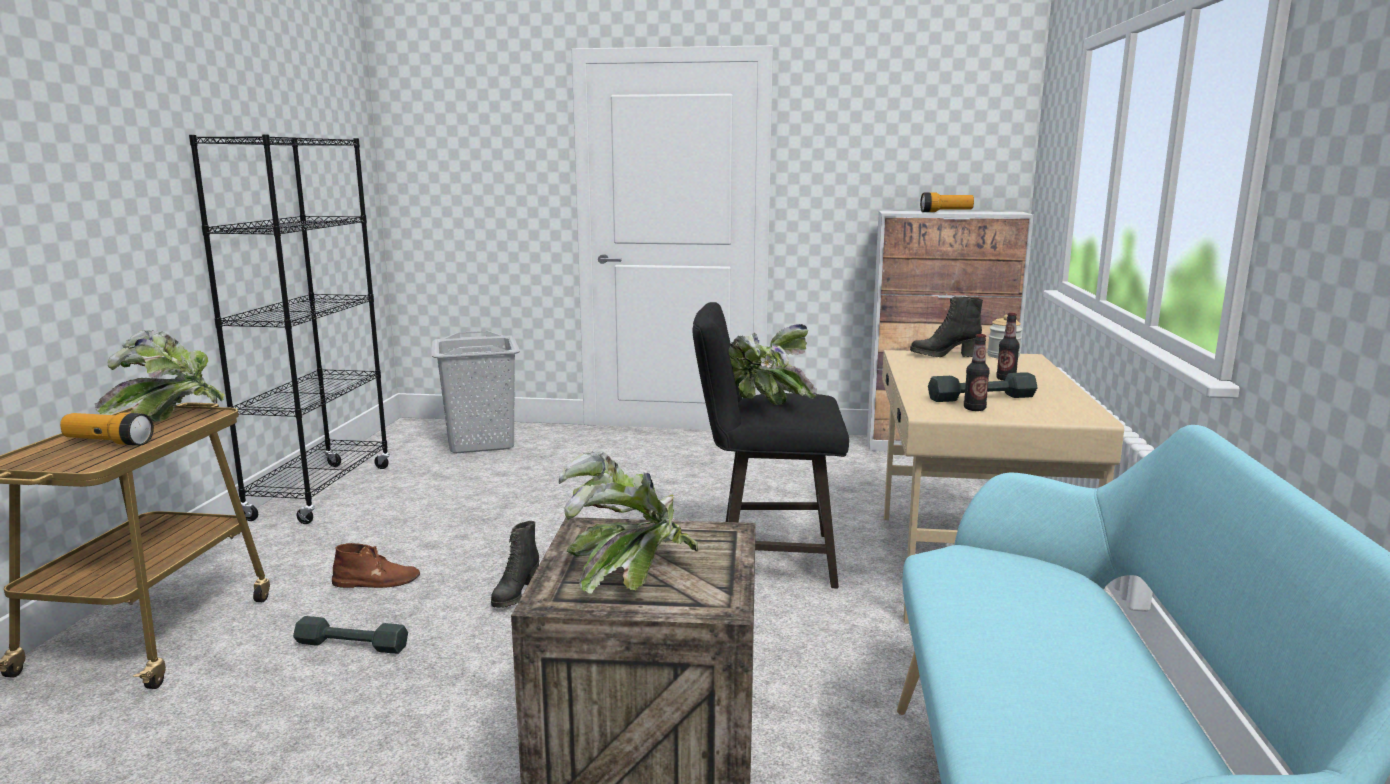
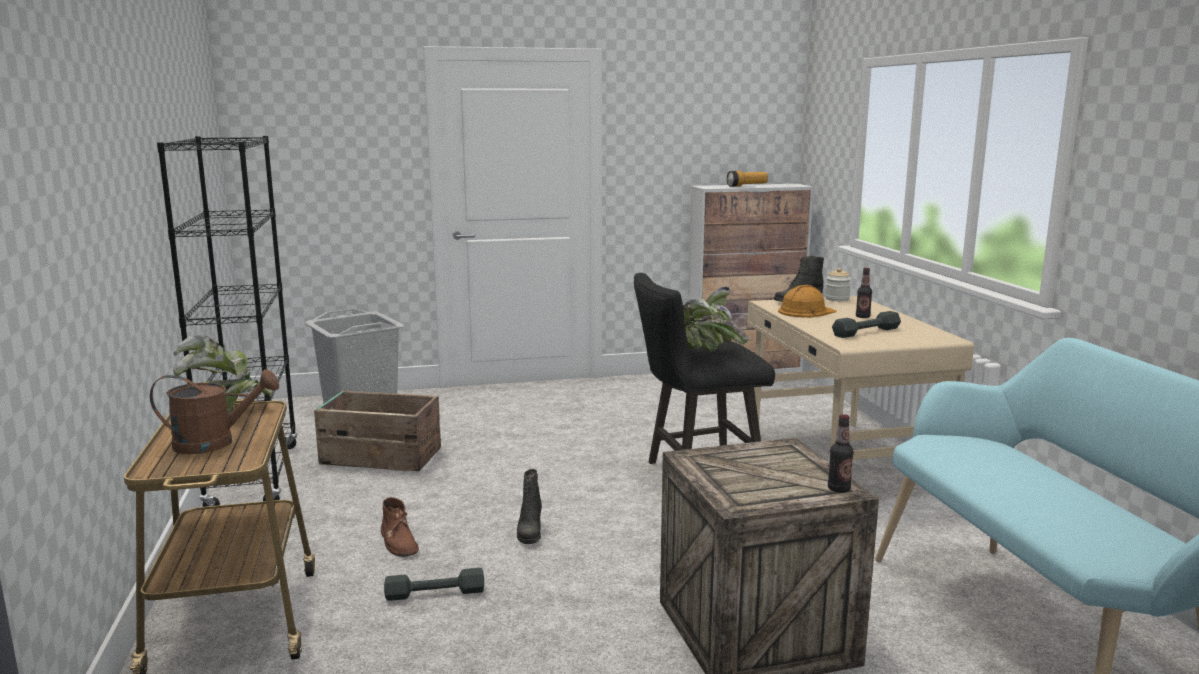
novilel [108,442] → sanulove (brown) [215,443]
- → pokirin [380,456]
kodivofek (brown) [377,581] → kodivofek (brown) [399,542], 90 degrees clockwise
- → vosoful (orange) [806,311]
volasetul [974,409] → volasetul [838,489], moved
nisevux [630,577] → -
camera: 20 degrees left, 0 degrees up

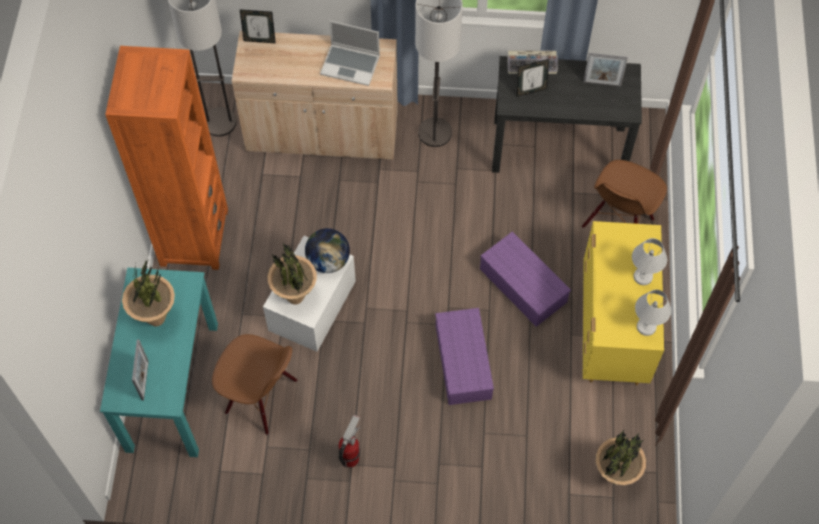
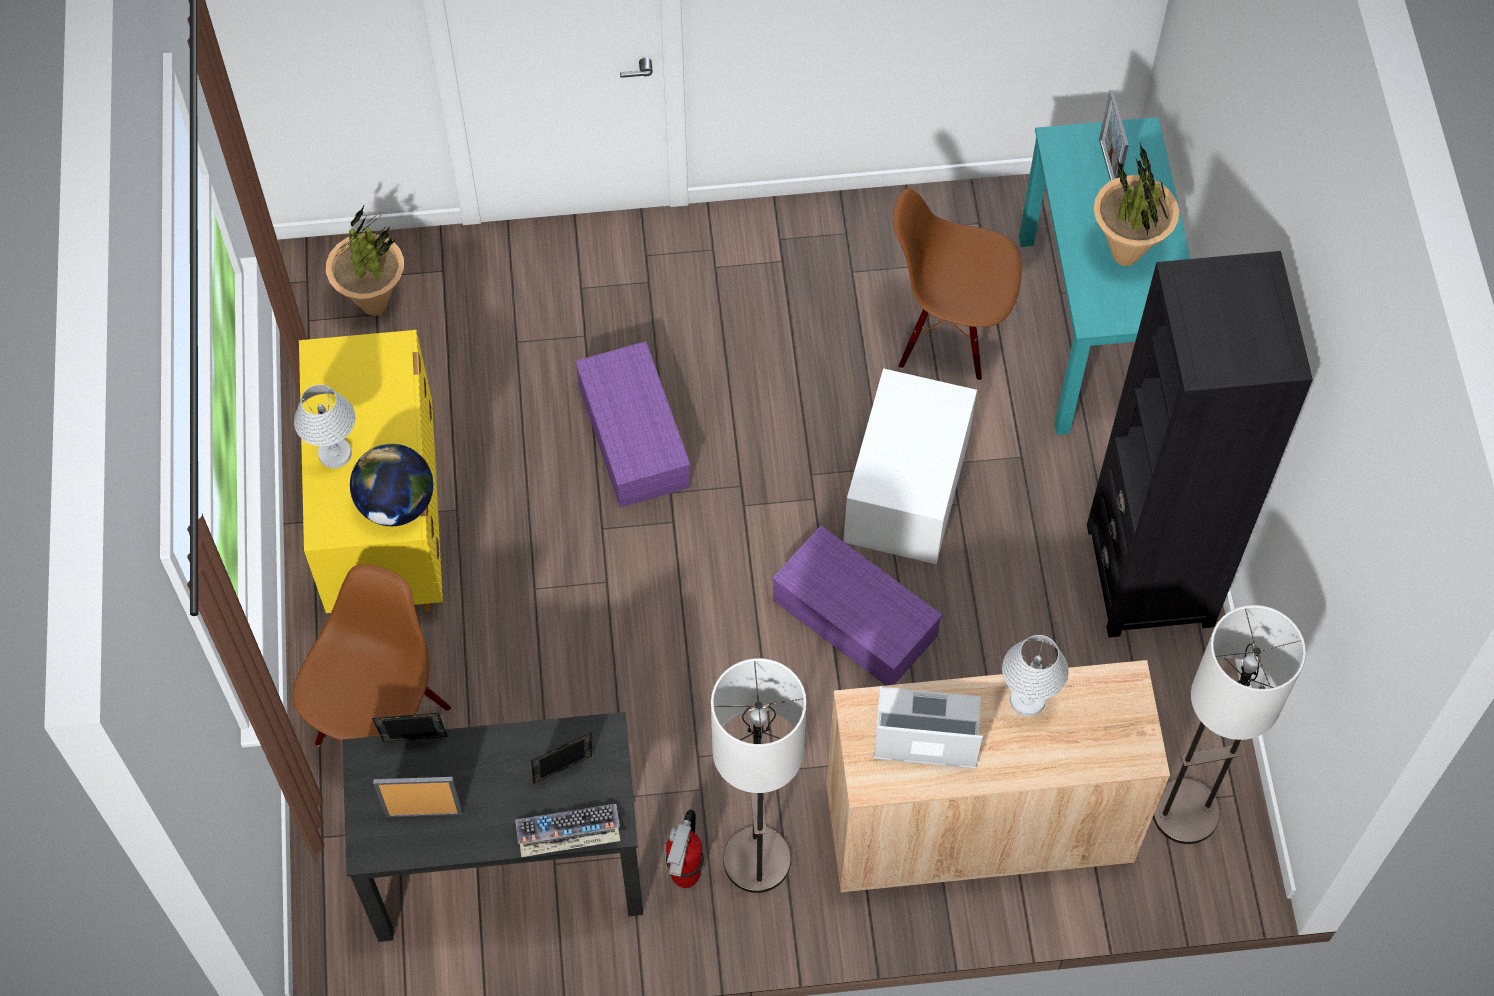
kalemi [328,261] → kalemi [397,504], moved
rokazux [260,40] → rokazux [415,744], moved
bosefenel [351,459] → bosefenel [685,877], moved
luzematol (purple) [521,285] → luzematol (purple) [857,618], moved
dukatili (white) [646,327] → dukatili (white) [1028,699], moved
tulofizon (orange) [194,237] → tulofizon (black) [1150,575]
nisevux [296,298] → -
camera: 170 degrees right, 0 degrees up

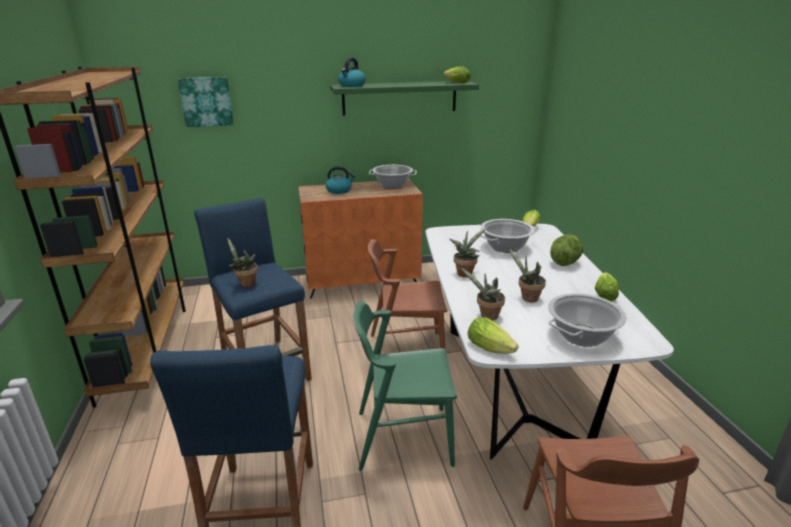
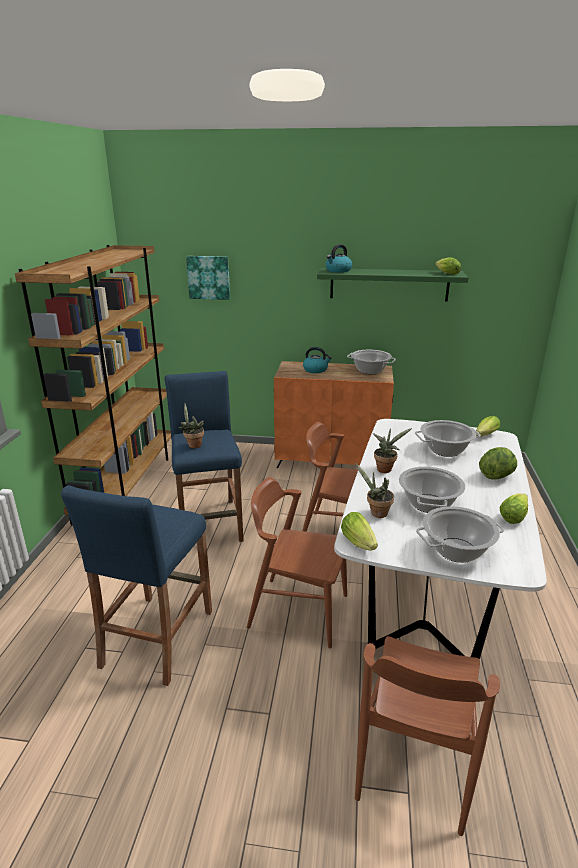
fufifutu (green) [403,437] → fufifutu (brown) [298,611]
nisevux [527,298] → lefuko [429,504]
camera: 20 degrees right, 0 degrees up

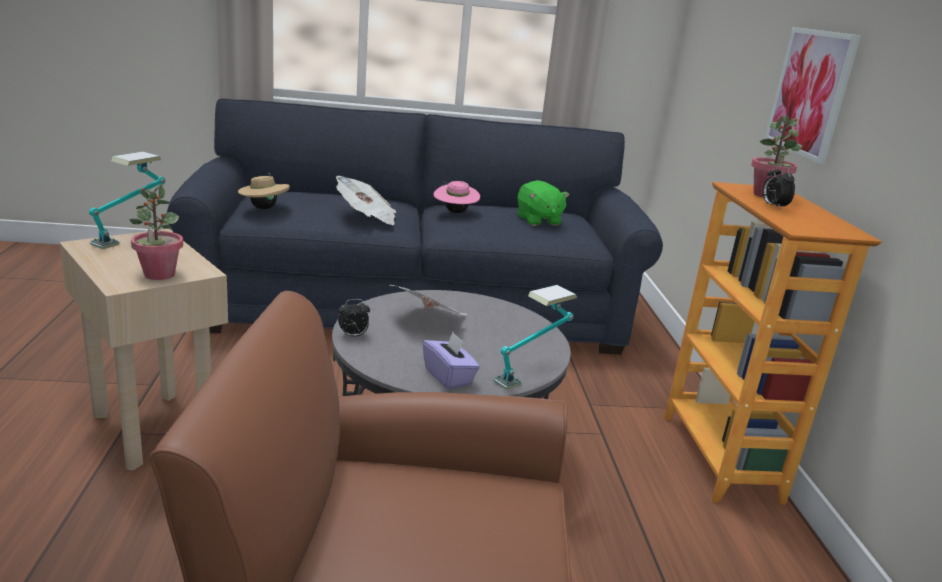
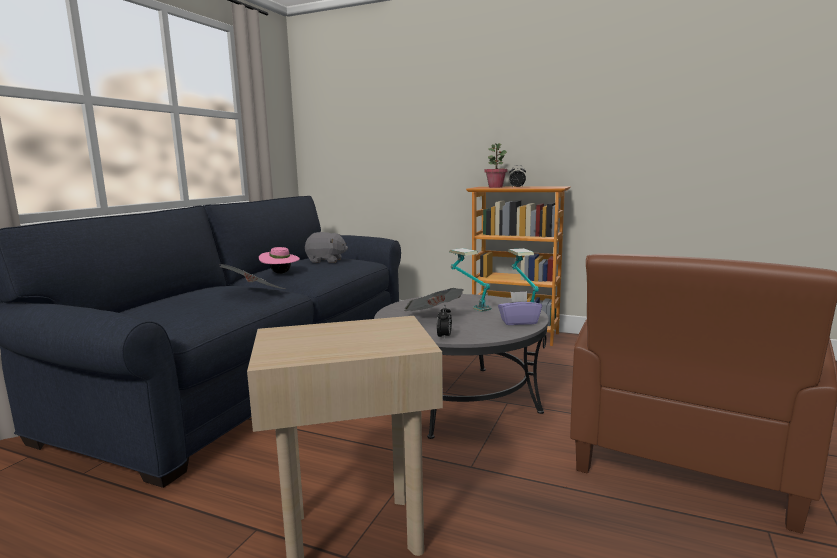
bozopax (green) [538,220] → bozopax (grey) [326,261]
dukatili [131,237] → dukatili [468,305], moved
nisevux [159,274] → -
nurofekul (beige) [264,208] → -
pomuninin [810,93] → -
camera: 60 degrees left, 10 degrees down

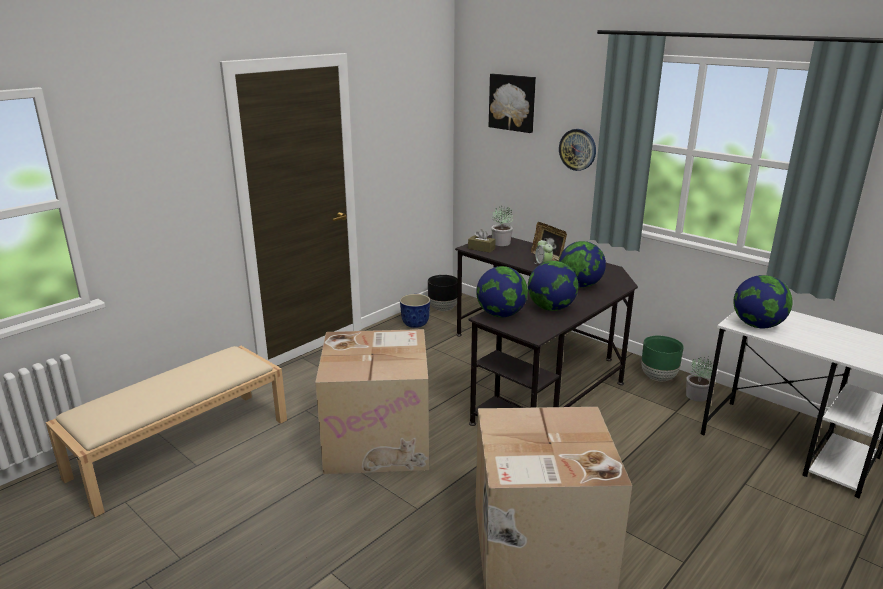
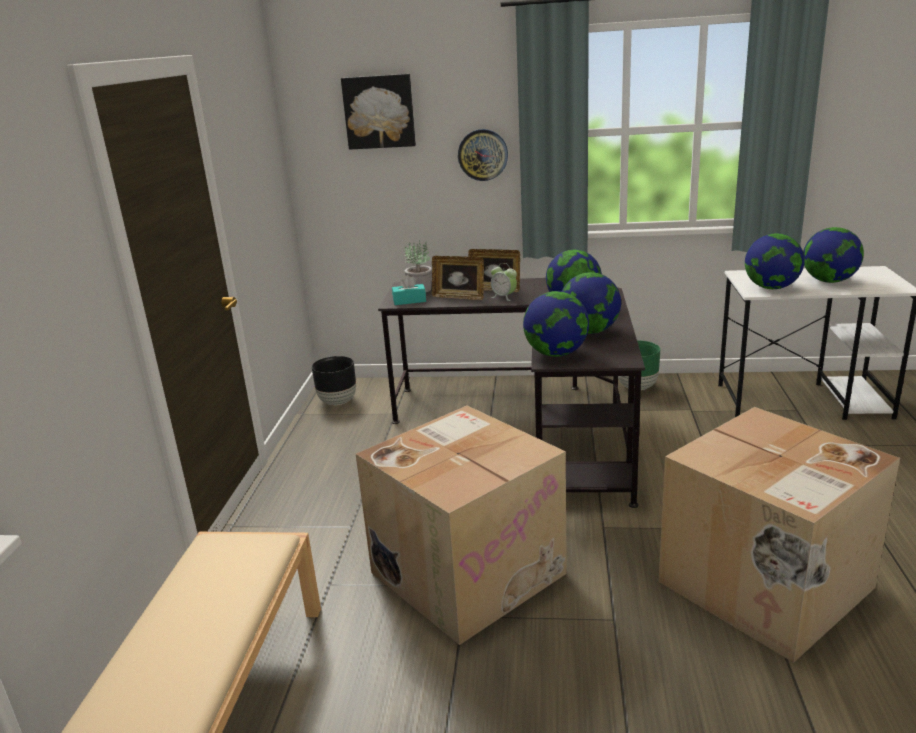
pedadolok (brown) [481,248] → pedadolok (turquoise) [409,301]
- → rokazux [459,297]
- → kalemi [829,281]
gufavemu [416,324] → -
nisevux [697,396] → -
camera: 35 degrees left, 0 degrees up

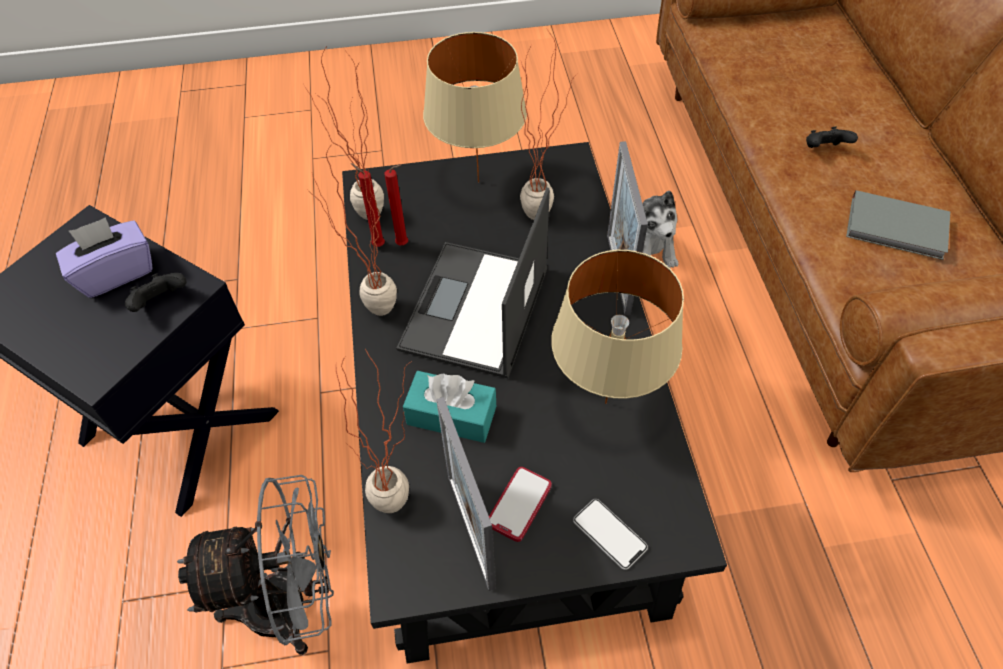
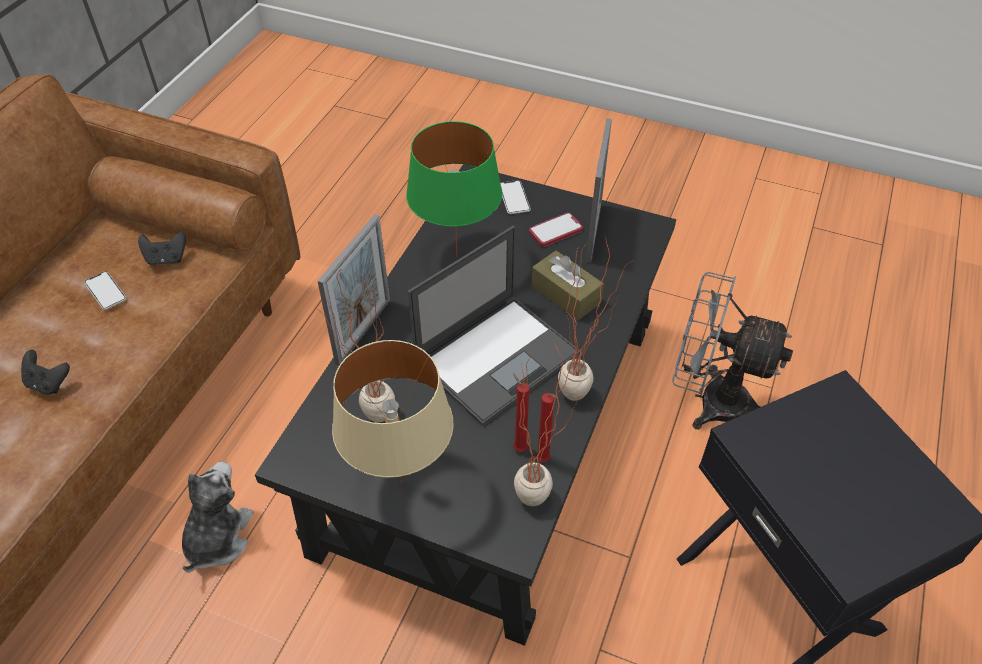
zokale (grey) [897,229] → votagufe [105,291]
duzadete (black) [161,302] → duzadete (black) [166,259], moved
dukatili (beige) [604,402] → dukatili (green) [457,256]
pedadolok (turquoise) [451,415] → pedadolok (brown) [565,294]
pedadolok (purple) [116,272] → -
nisevux [405,502] → -
camera: 150 degrees left, 5 degrees down

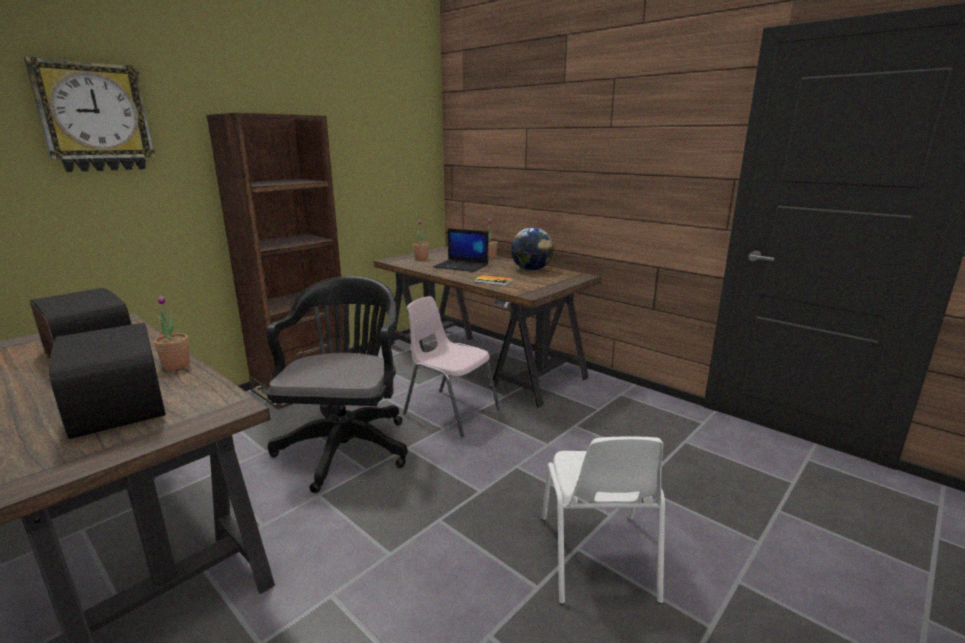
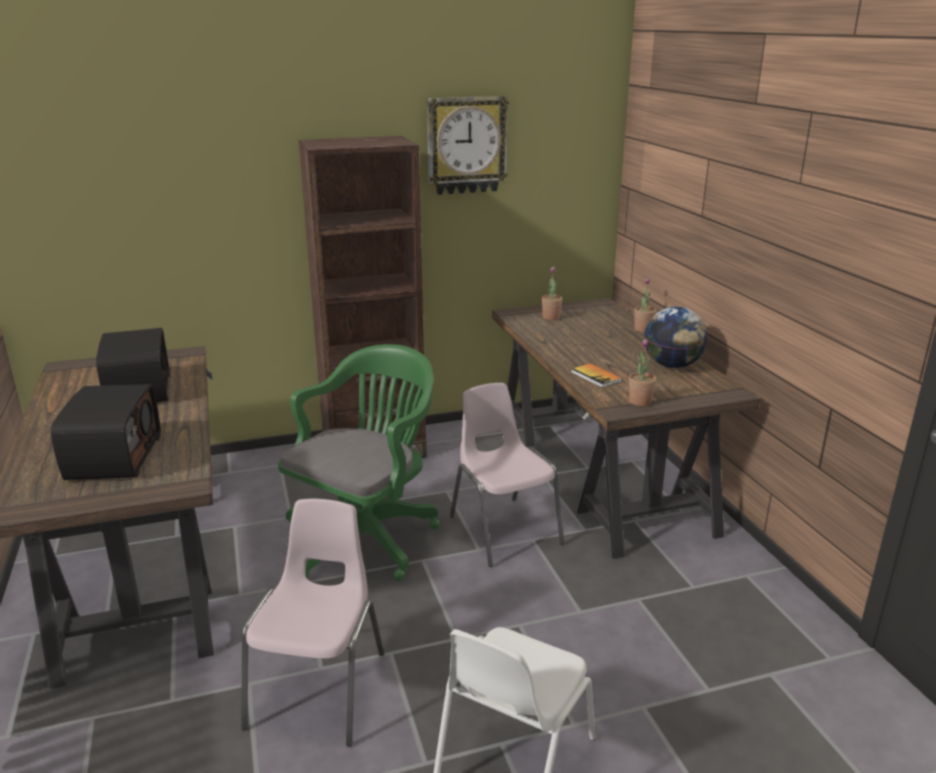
- → fufifutu (pink) [320,688]
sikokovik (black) [347,445] → sikokovik (green) [367,536]
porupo [94,118] → porupo [466,145], moved
nisevux [176,365] → nisevux [640,401], moved
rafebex [462,266] → -
camera: 30 degrees right, 5 degrees up

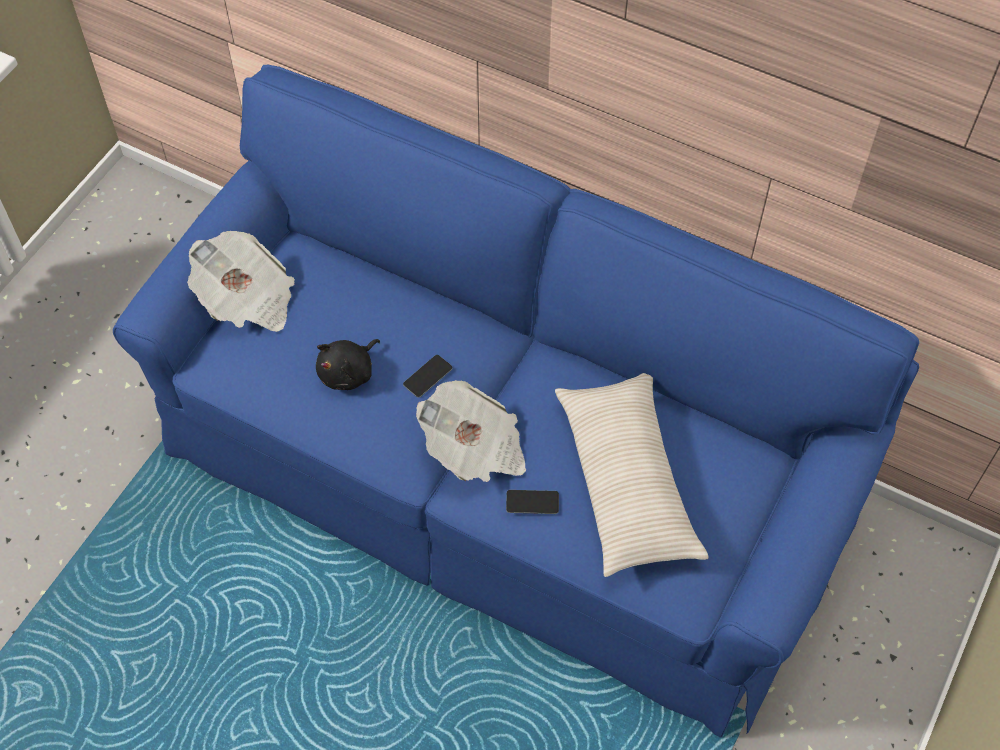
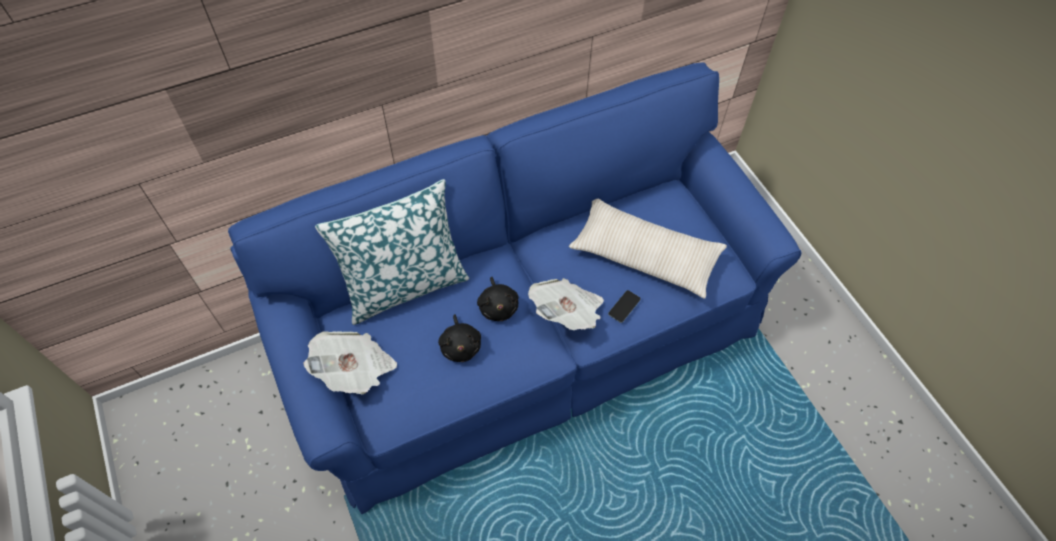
- → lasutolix [404,285]
votagufe [427,376] → bozopax (black) [498,306]
camera: 55 degrees left, 0 degrees up

